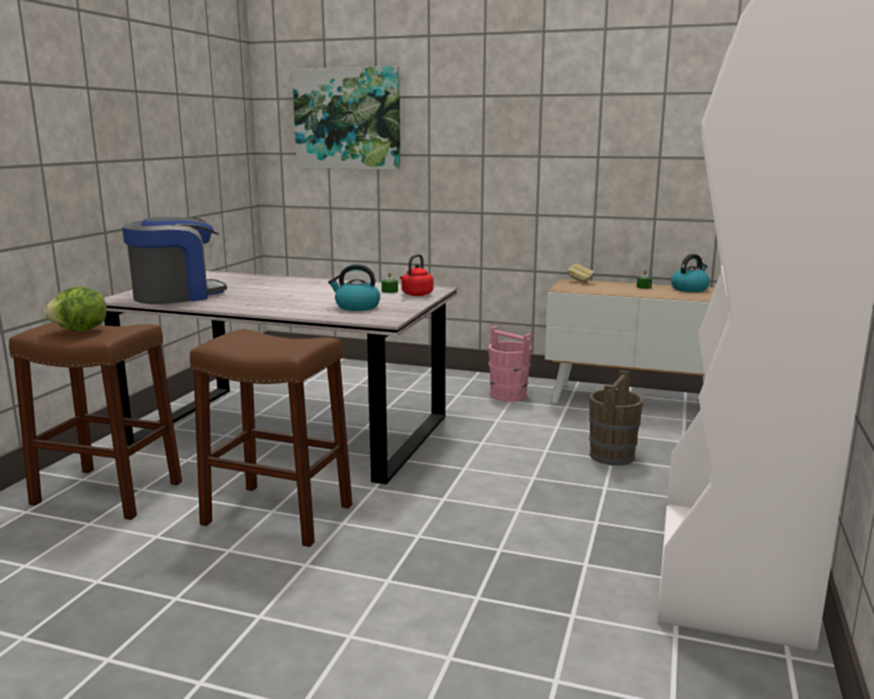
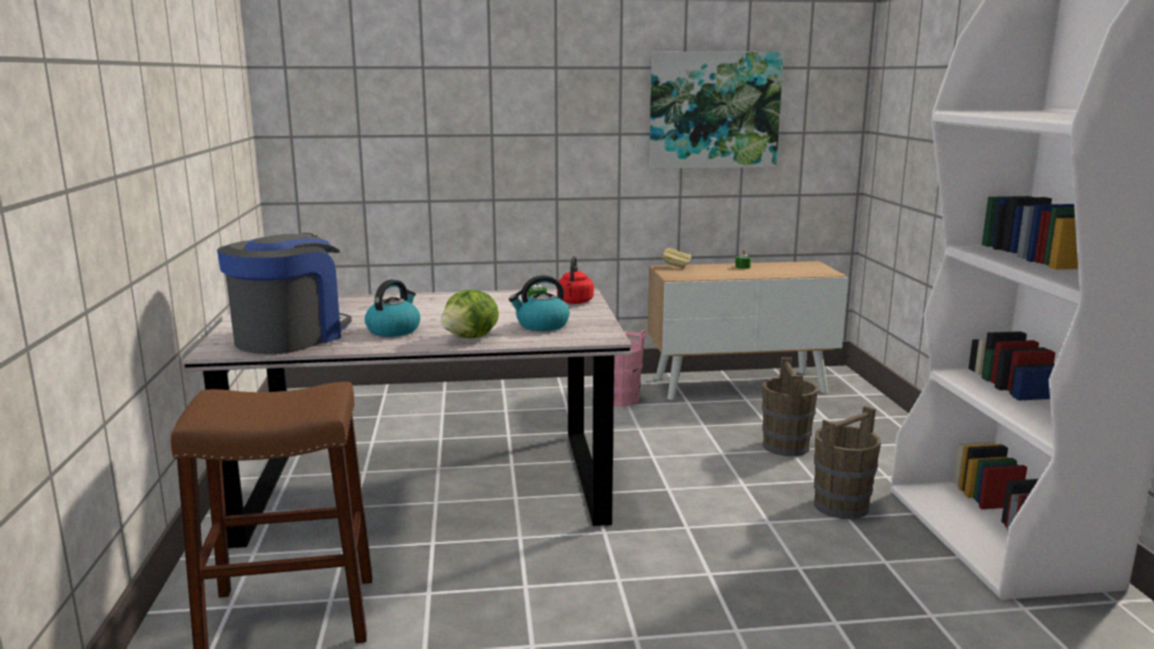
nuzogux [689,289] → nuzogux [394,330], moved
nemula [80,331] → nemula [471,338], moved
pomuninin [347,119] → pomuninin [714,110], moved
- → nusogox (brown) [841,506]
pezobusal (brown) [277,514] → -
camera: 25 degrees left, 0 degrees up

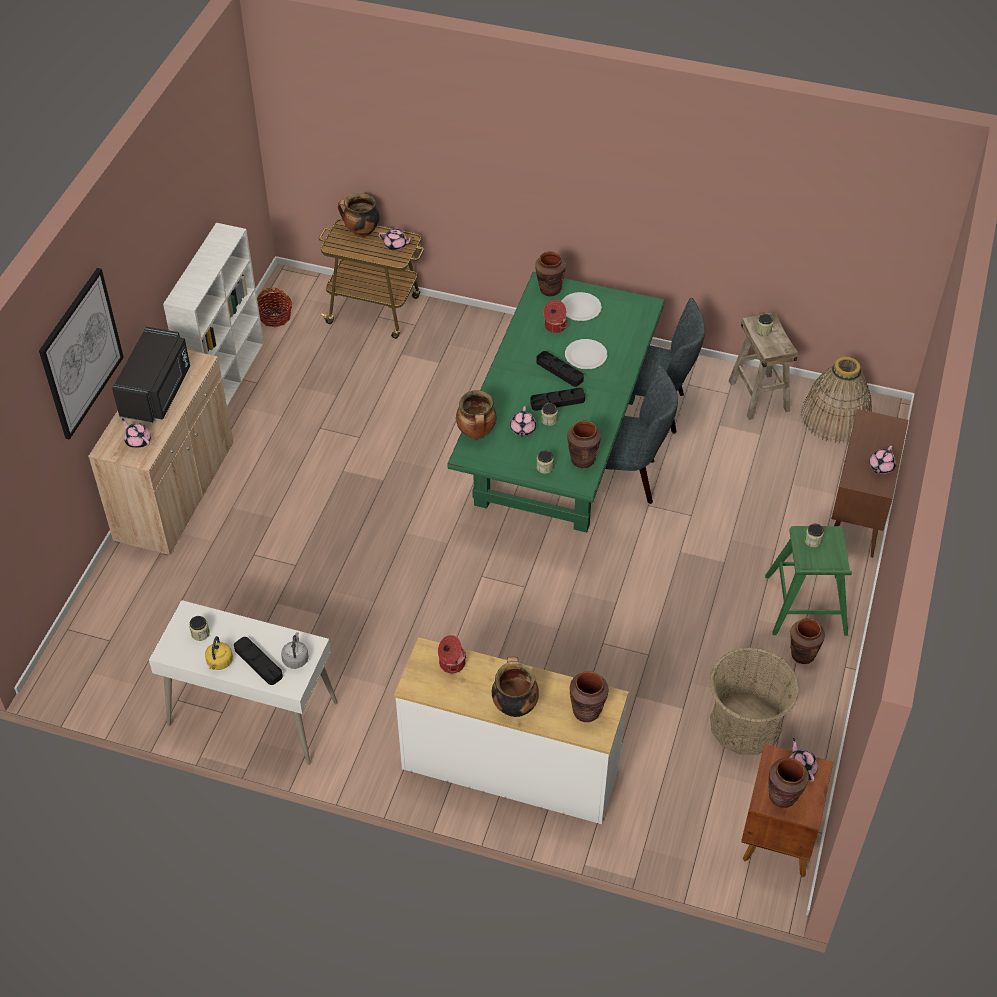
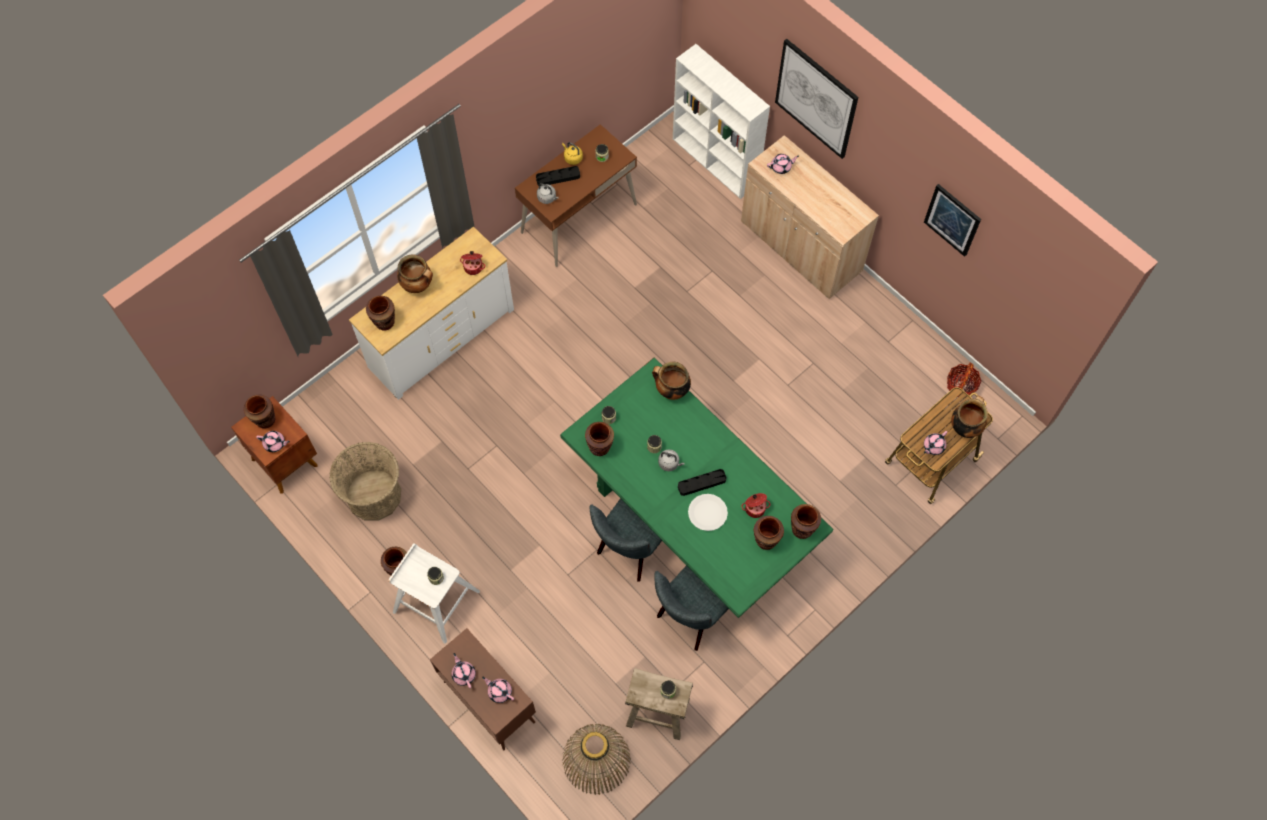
pezobusal (green) [805,606] → pezobusal (white) [435,601]
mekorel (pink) [522,429] → mekorel (pink) [499,691], moved
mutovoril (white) [252,714] → mutovoril (brown) [578,218]
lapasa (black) [557,401] → nuzogux (grey) [670,463]
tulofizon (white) [226,378] → tulofizon (white) [716,162], moved
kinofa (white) [580,308] → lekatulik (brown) [766,540]
- → pomuninin [952,219]
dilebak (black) [157,392] → -
camera: 120 degrees right, 15 degrees up

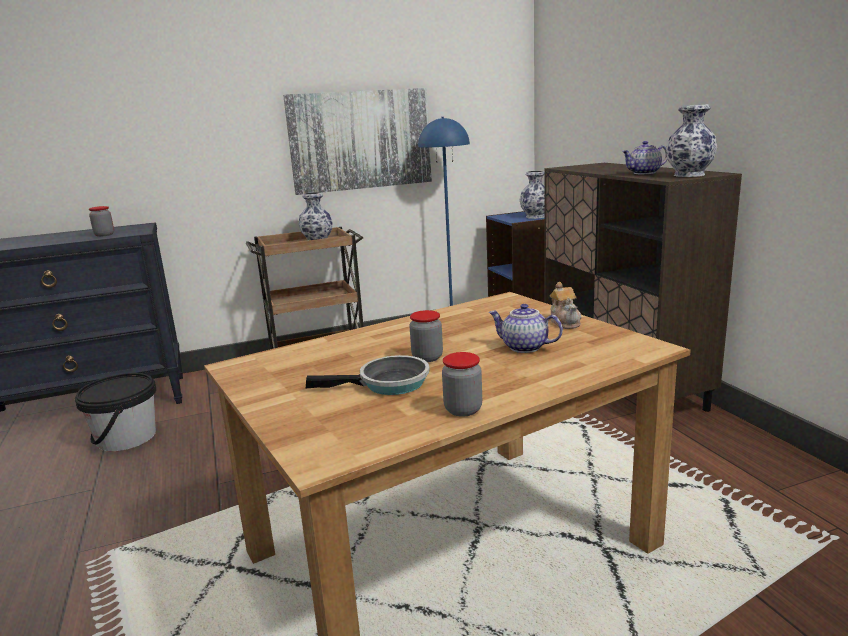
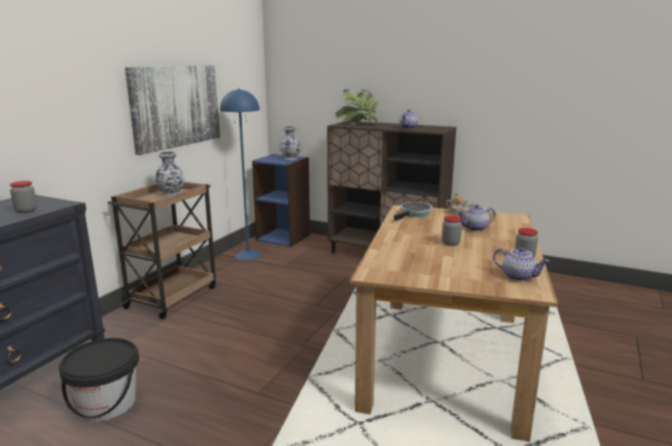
- → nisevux [358,124]
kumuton [388,384] → kumuton [414,214], moved
- → mekorel [518,276]
lekatulik [689,175] → -
camera: 45 degrees left, 0 degrees up

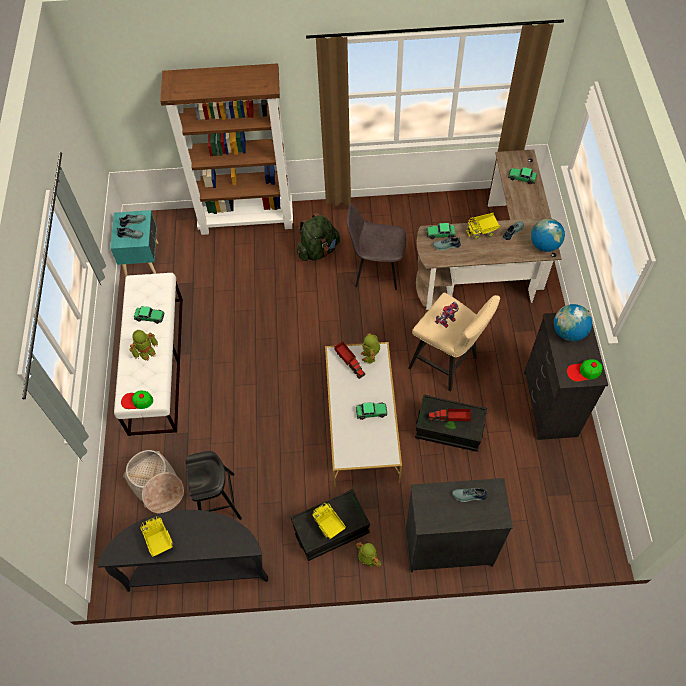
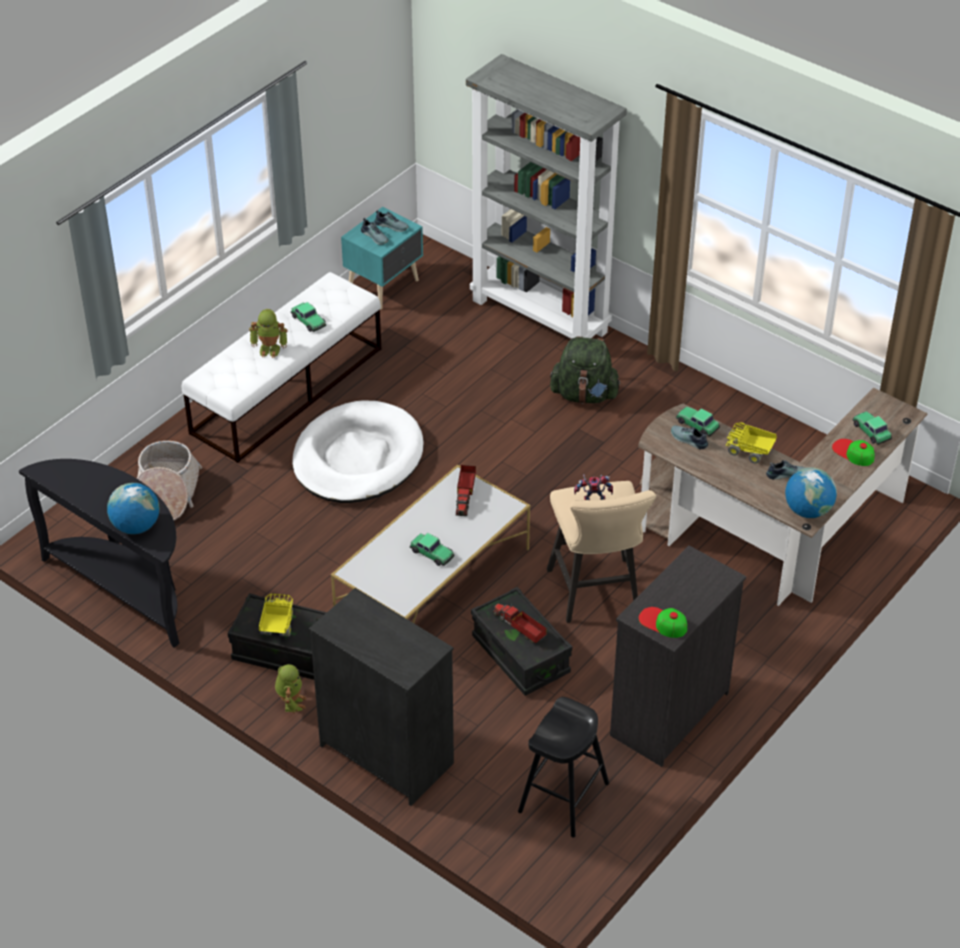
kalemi [568,332] → kalemi [136,526], moved
- → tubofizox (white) [357,458]
tulofizon (brown) [247,219] → tulofizon (grey) [541,316]
pezobusal (black) [217,500] → pezobusal (black) [563,797], moved
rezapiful [137,401] → rezapiful [853,452], moved
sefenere [159,540] → -
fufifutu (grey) [376,269] → -
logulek [370,356] → -
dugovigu [469,496] → -
camera: 40 degrees right, 15 degrees down

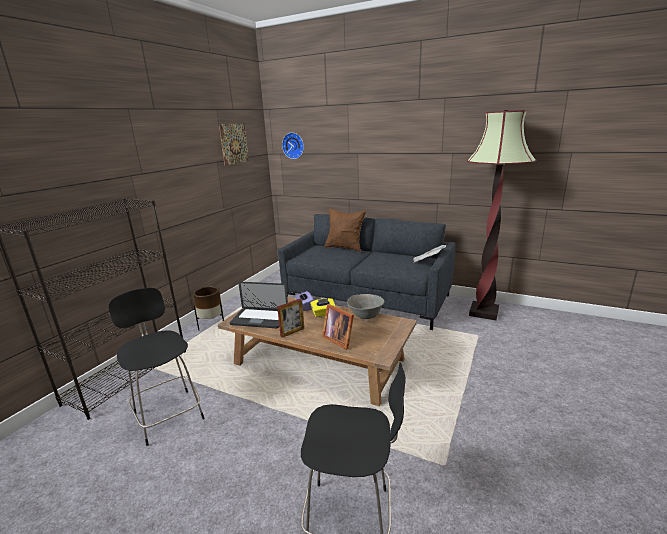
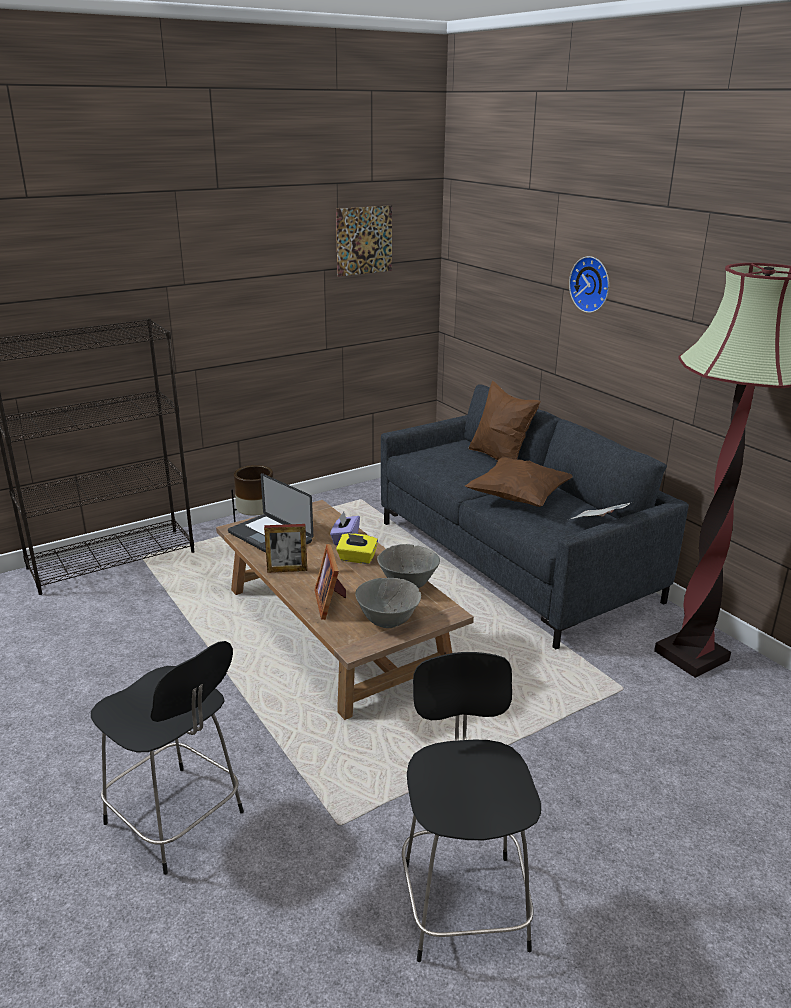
- → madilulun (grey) [387,620]
pezobusal (black) [168,414] → pezobusal (black) [464,901], moved
- → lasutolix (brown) [518,498]
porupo [293,145] → porupo [592,284], moved
camera: 30 degrees right, 5 degrees up

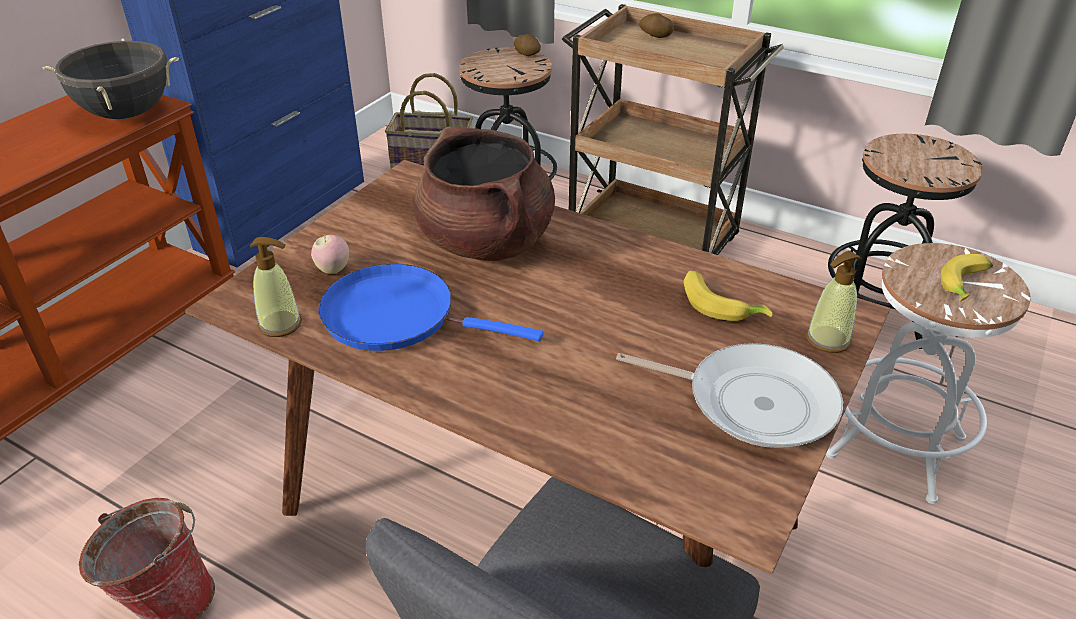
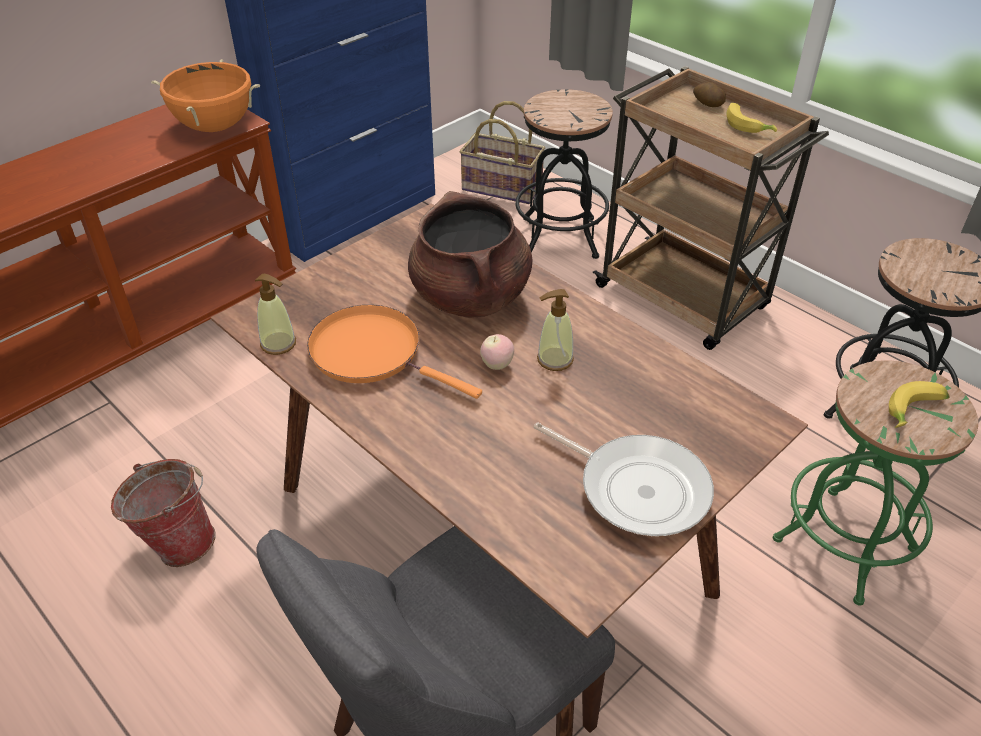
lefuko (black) [126,114] → lefuko (orange) [215,126]
kumuton (blue) [398,316] → kumuton (orange) [373,353]
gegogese [333,270] → gegogese [497,365], moved
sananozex [827,340] → sananozex [554,359], moved
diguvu [721,305] → diguvu [748,125], moved
pezobusal (white) [895,447] → pezobusal (green) [844,544]
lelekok [527,54] → -
camera: 15 degrees right, 5 degrees up

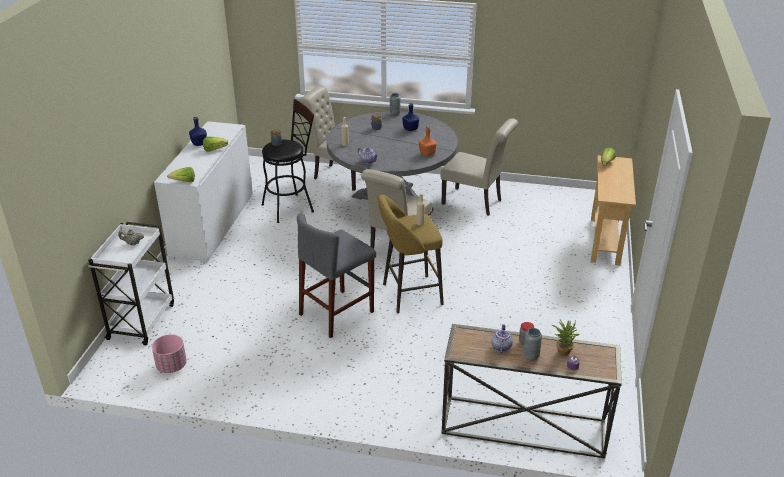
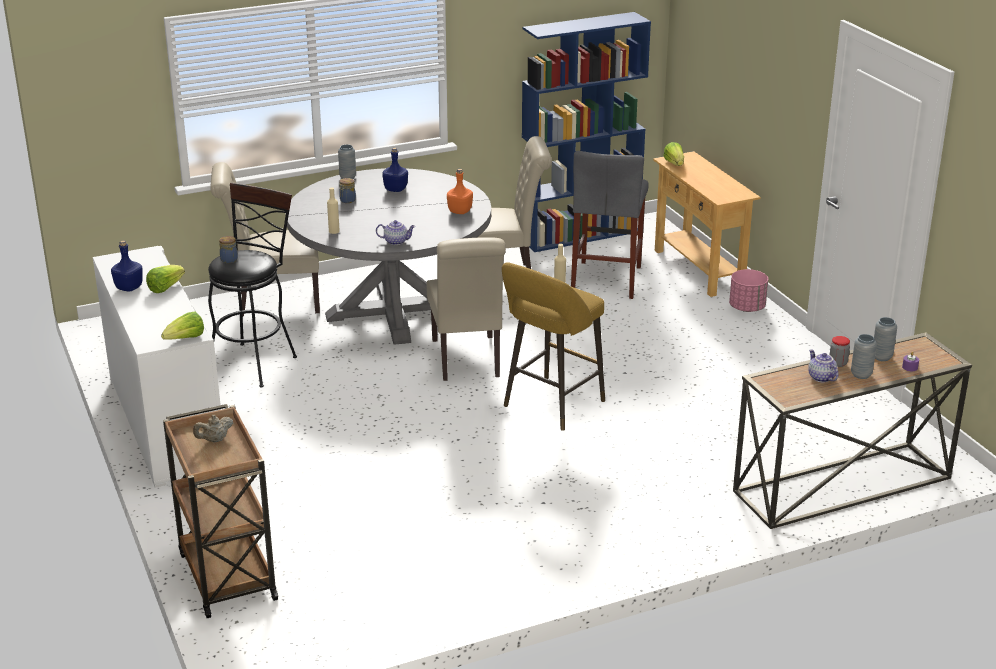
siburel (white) [142,320] → siburel (brown) [227,575]
- → tulofizon (blue) [581,235]
pezobusal (grey) [336,313] → pezobusal (grey) [606,279], moved
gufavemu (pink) [172,366] → gufavemu (pink) [747,308], moved
nisevux [562,350] → lekatulik (grey) [881,357]
camera: 35 degrees left, 5 degrees down

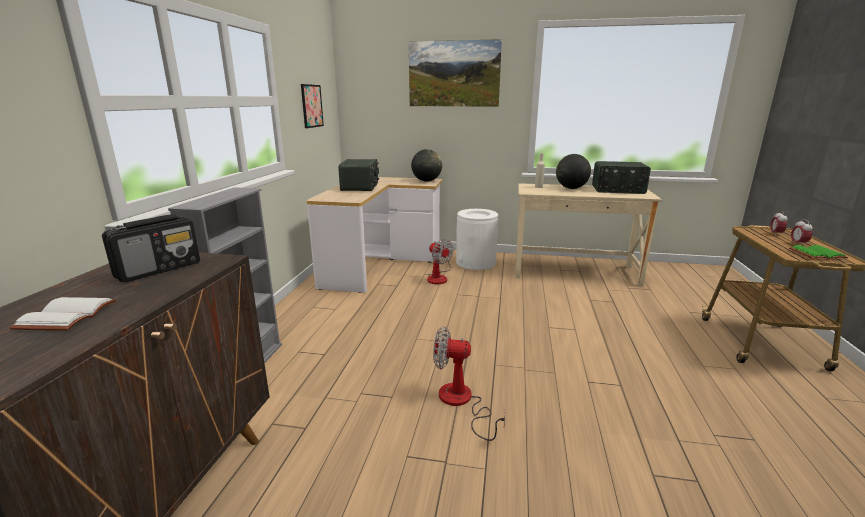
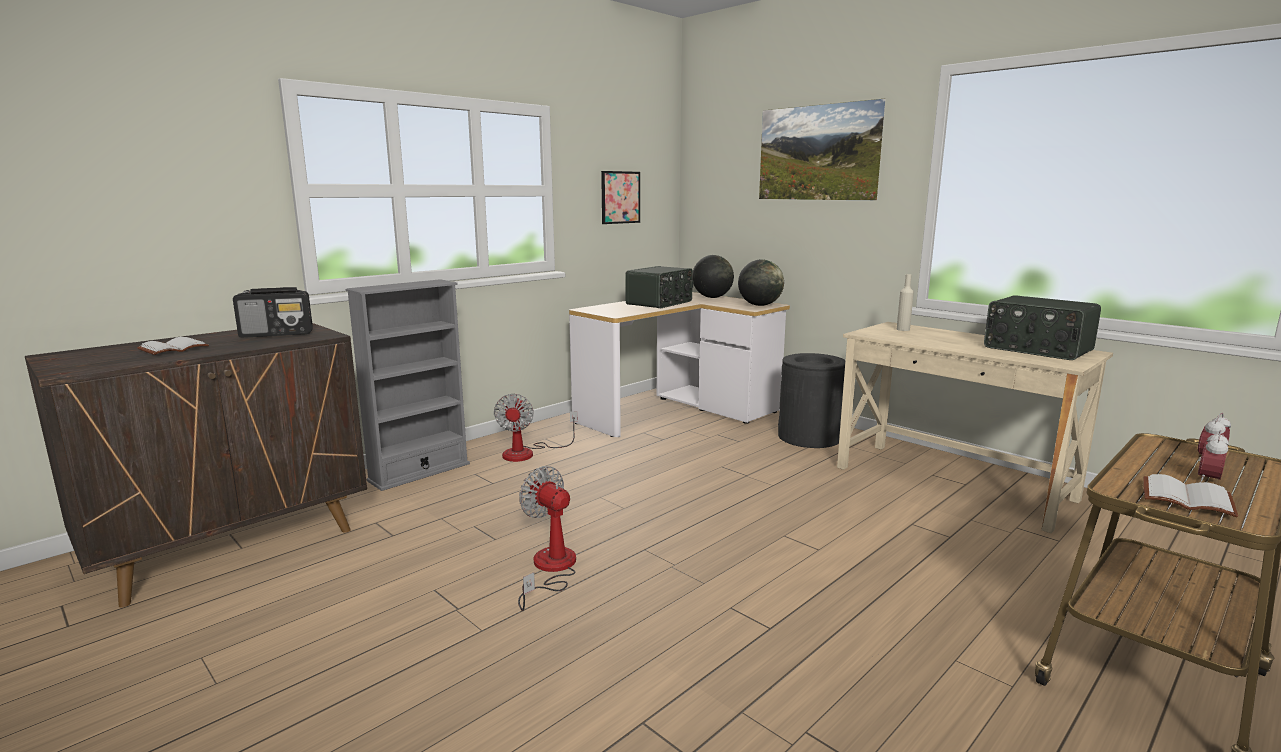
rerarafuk [439,277] → rerarafuk [528,453], moved
kalemi [571,188] → kalemi [712,297], moved
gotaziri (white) [476,263] → gotaziri (black) [809,437]
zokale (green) [816,254] → zokale (white) [1188,498]
camera: 35 degrees right, 5 degrees down

